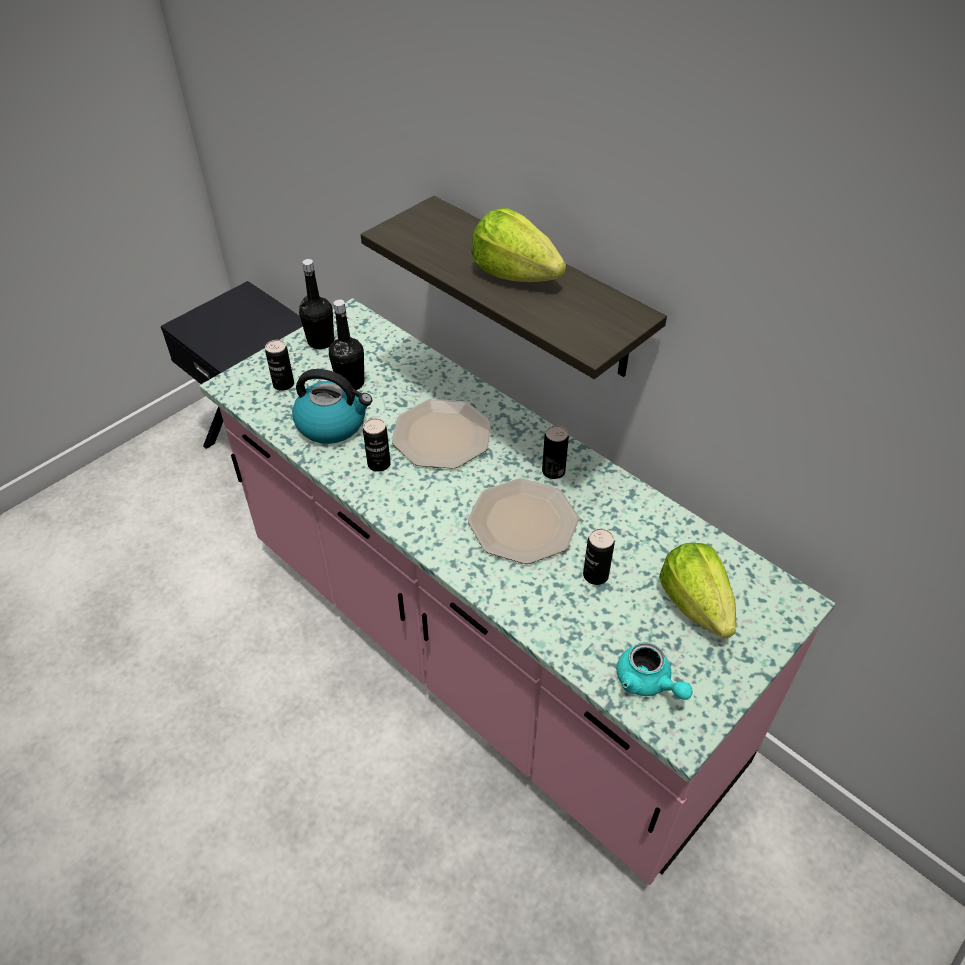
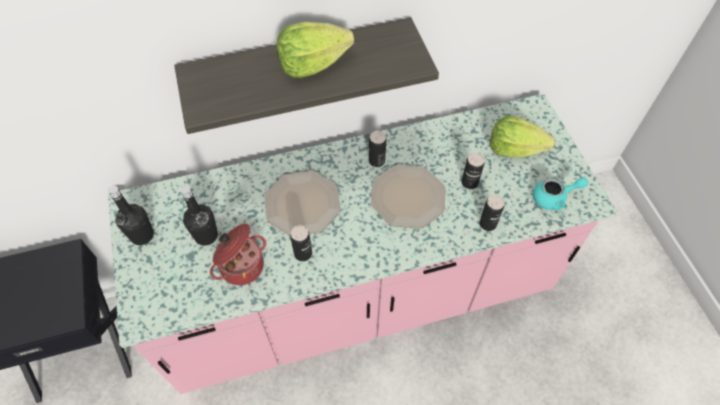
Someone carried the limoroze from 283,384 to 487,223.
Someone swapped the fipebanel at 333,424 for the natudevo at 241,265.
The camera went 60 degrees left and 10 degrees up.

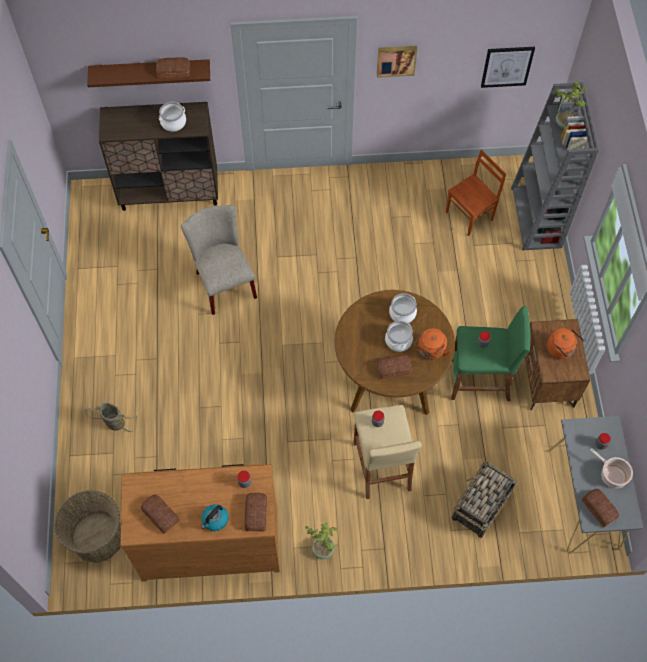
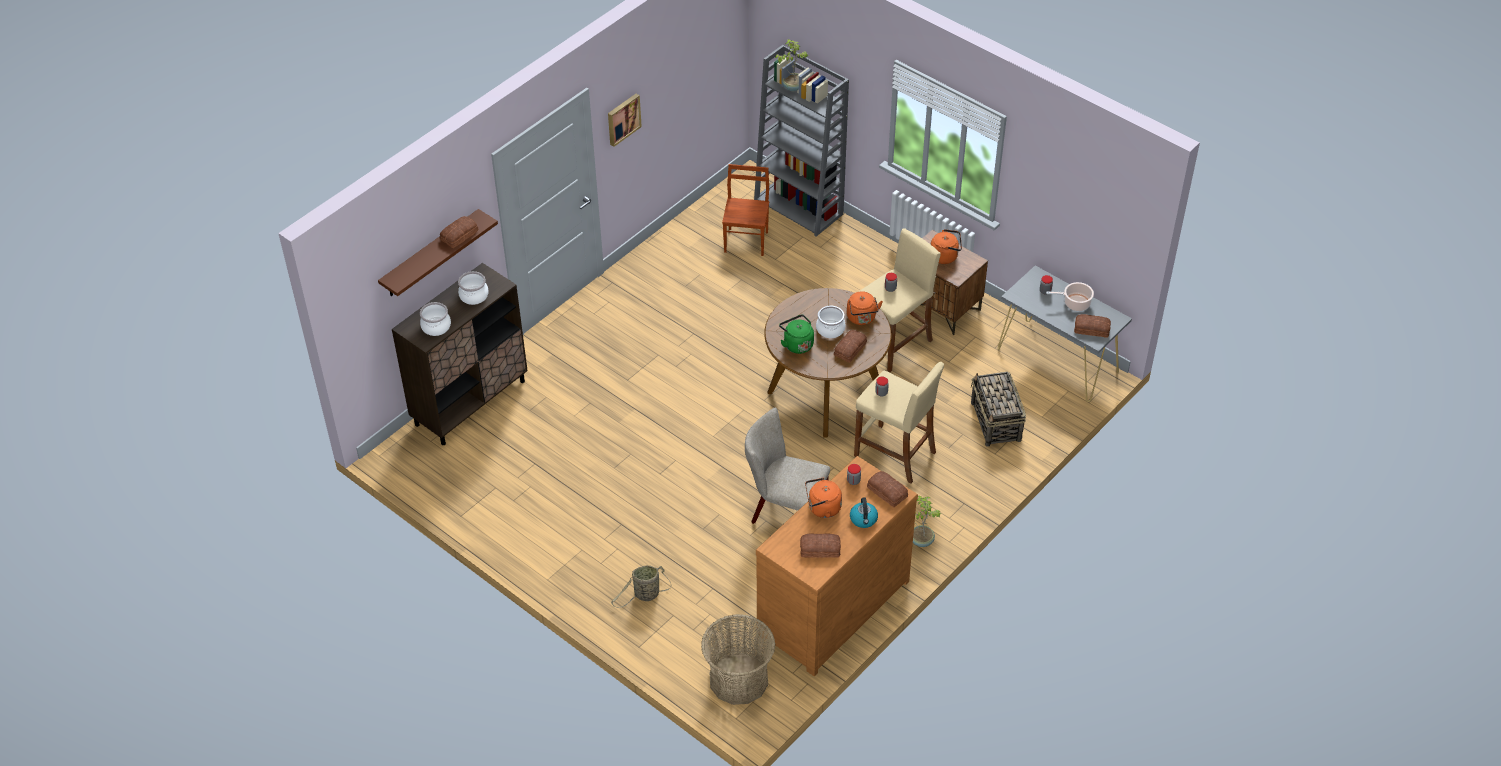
Someone carried the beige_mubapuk from 223,282 to 784,511.
Someone carried the natudevo from 402,313 to 435,326.
Someone repainted the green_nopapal at 480,380, which became the beige_nopapal at 894,344.
Someone took away the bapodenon at 507,66.
Someone put down the green_fipebanel at 797,344.
Someone put down the orange_fipebanel at 822,508.
The camera went 45 degrees left and 15 degrees down.

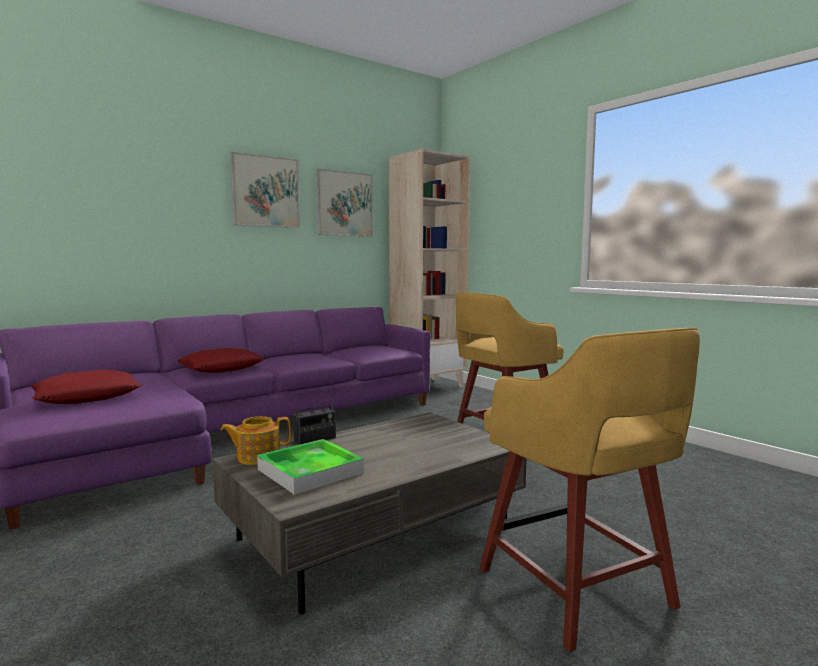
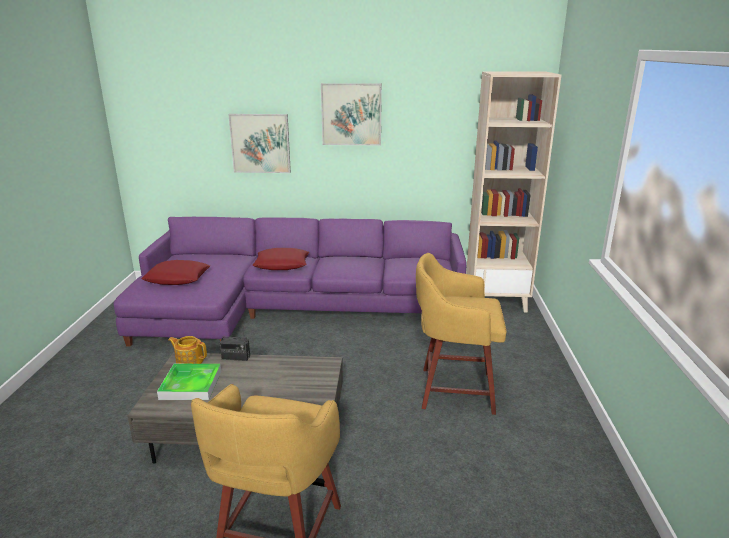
Someone carried the bapodenon from 344,204 to 260,143.
The camera went 40 degrees right and 15 degrees up.

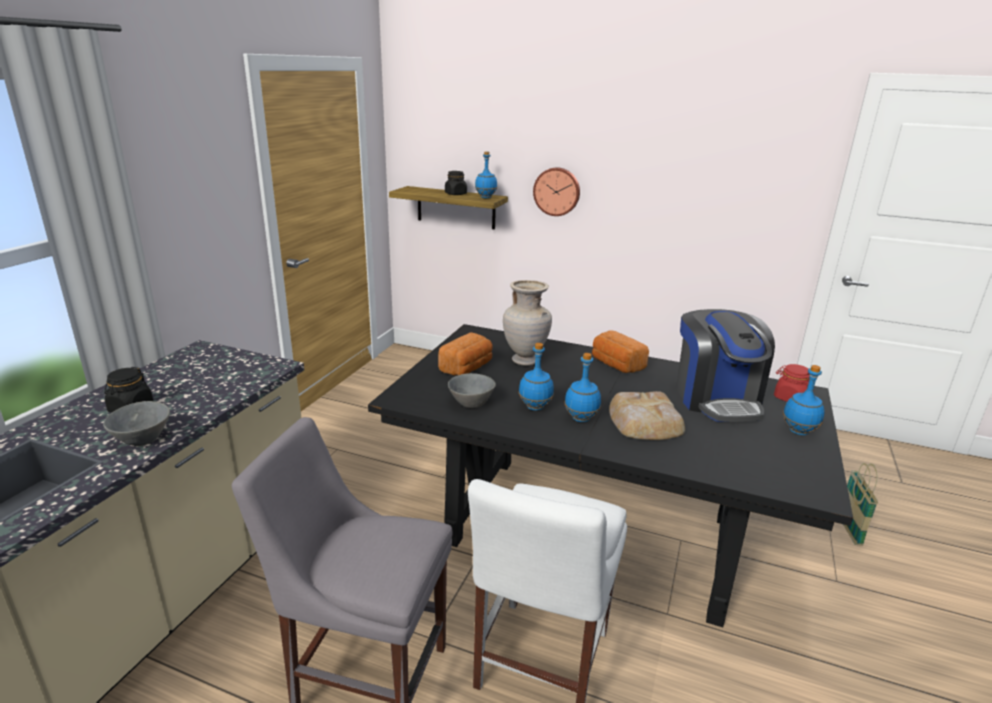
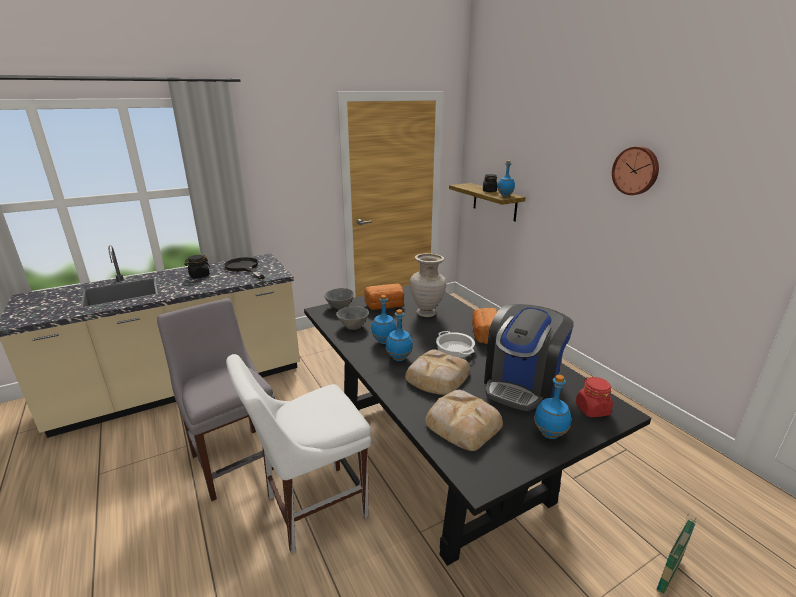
Someone carried the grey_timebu from 140,440 to 339,306.
Someone carried the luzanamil from 557,191 to 636,170.
Someone put down the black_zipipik at 244,268.
Someone put down the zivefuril at 462,423.
Someone put down the natudevo at 454,348.
The camera went 40 degrees right and 0 degrees up.

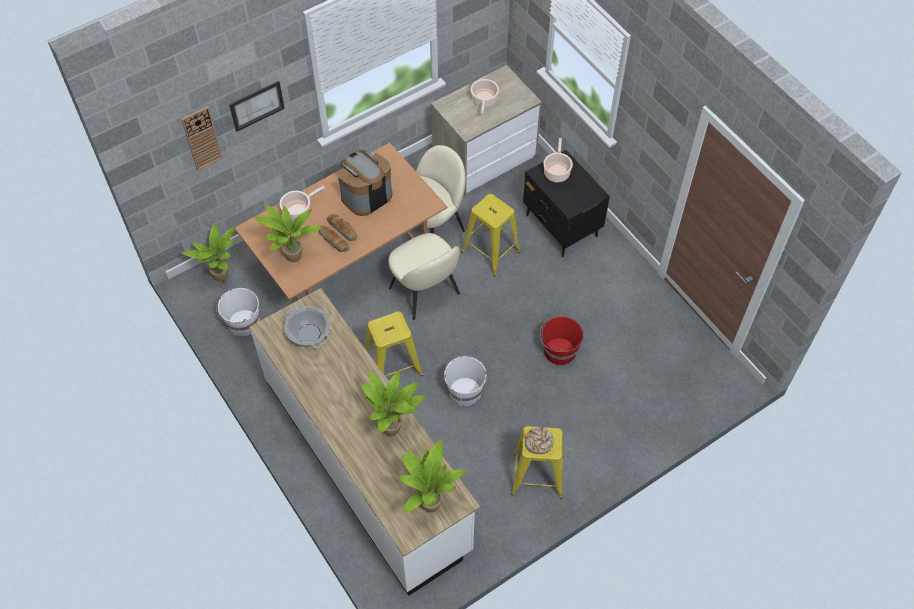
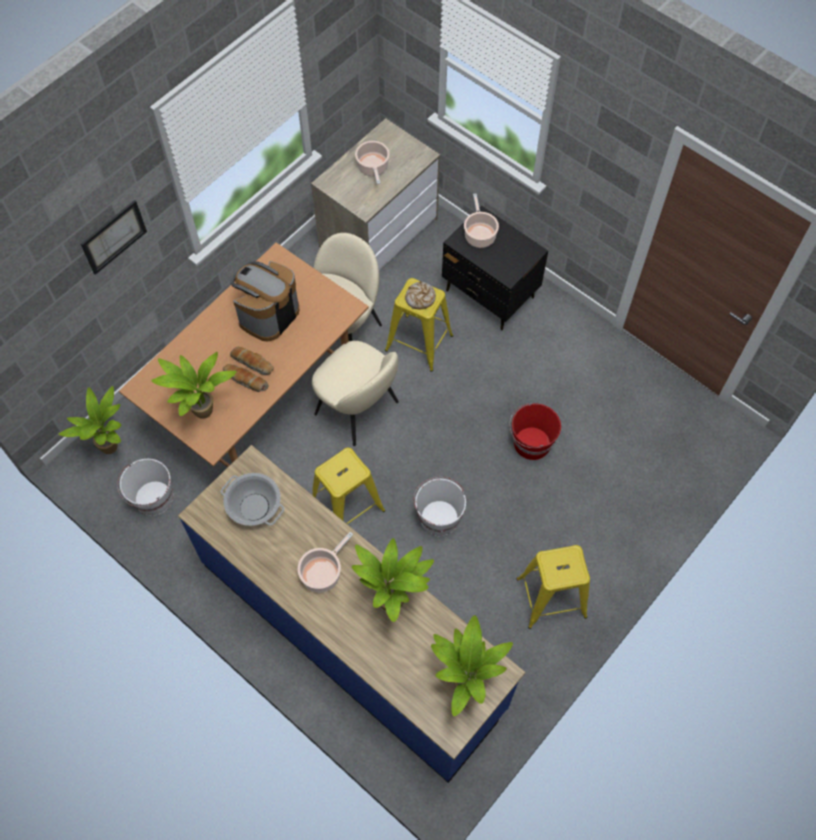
Someone took away the luzanamil at 202,138.
Someone repainted the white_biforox at 367,464, which became the blue_biforox at 352,634.
Someone carried the natudevo from 298,211 to 323,573.
Someone carried the zivefuril from 539,442 to 420,298.
The camera went 15 degrees left and 5 degrees up.

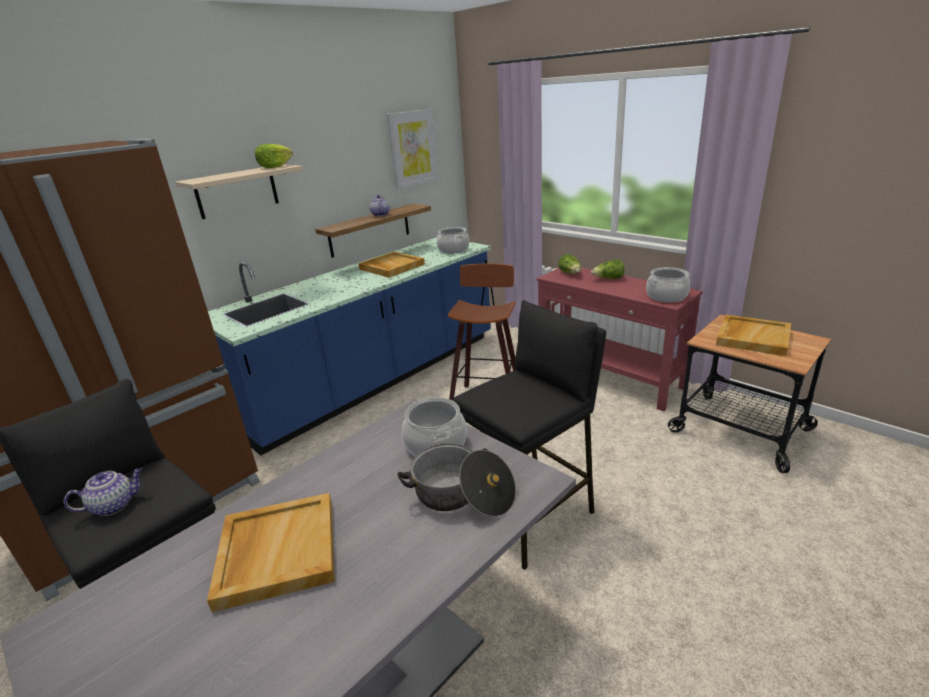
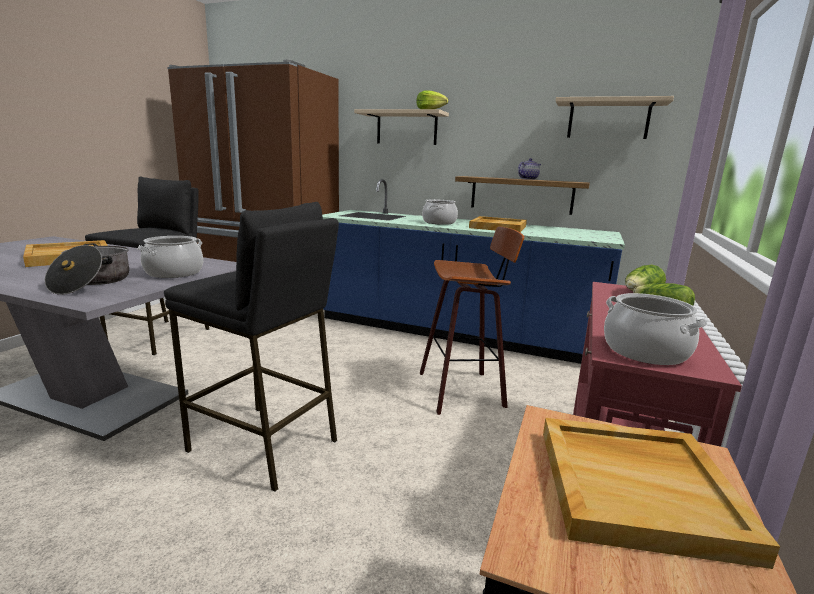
Someone took away the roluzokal at 115,505.
Someone swapped the bapodenon at 413,148 for the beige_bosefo at 608,120.
Someone carried the natudevo from 453,250 to 439,222.
The camera went 65 degrees right and 10 degrees down.

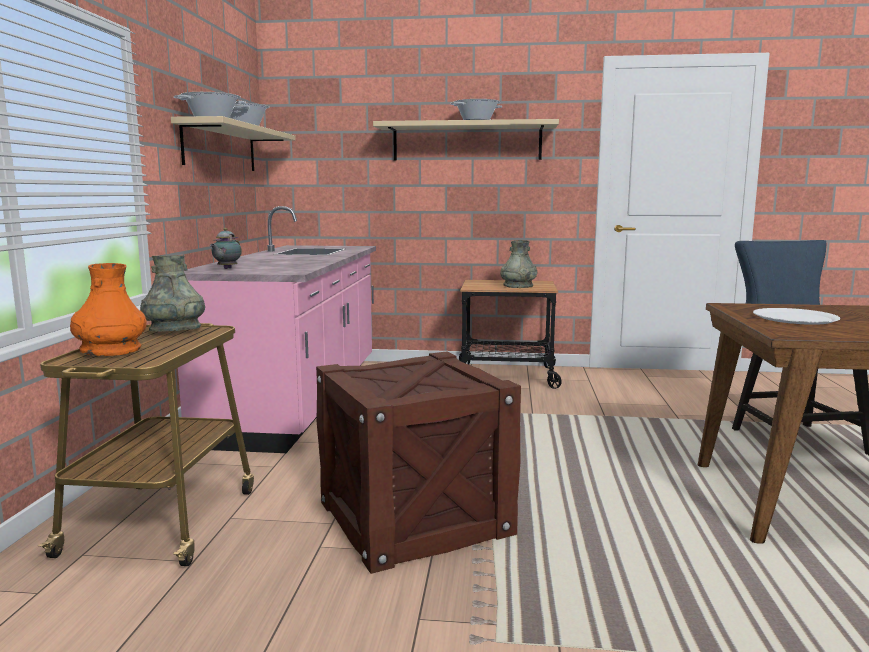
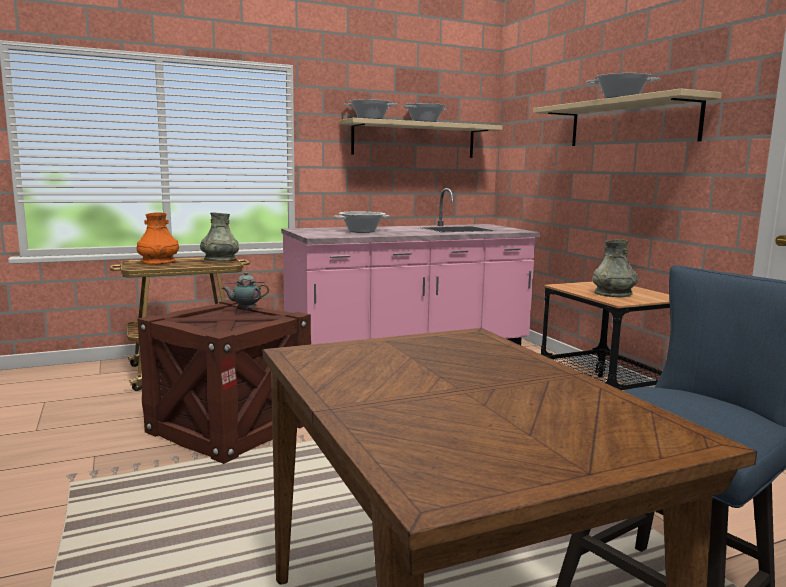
Someone carried the roluzokal from 226,268 to 245,310.
Someone took away the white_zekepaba at 795,318.
Someone put down the natudevo at 361,231.
The camera went 60 degrees right and 0 degrees up.

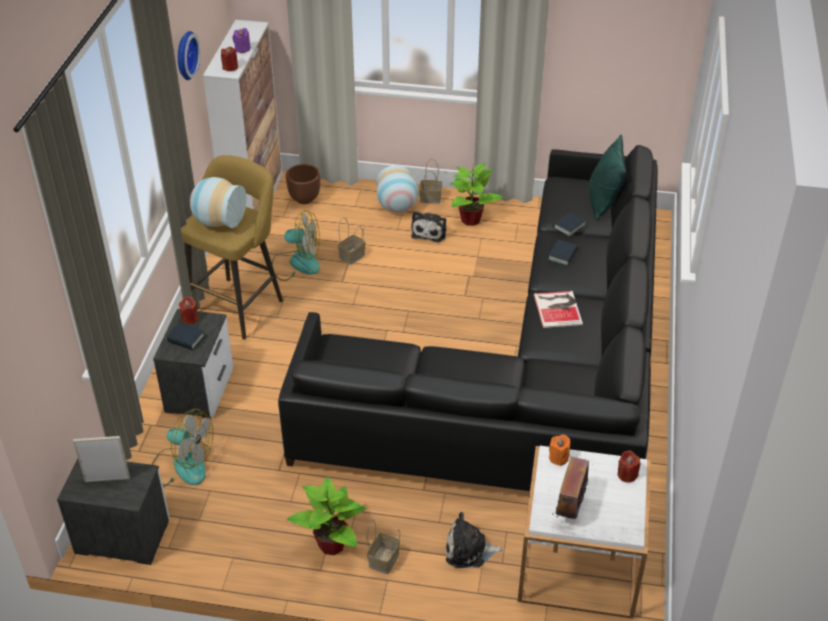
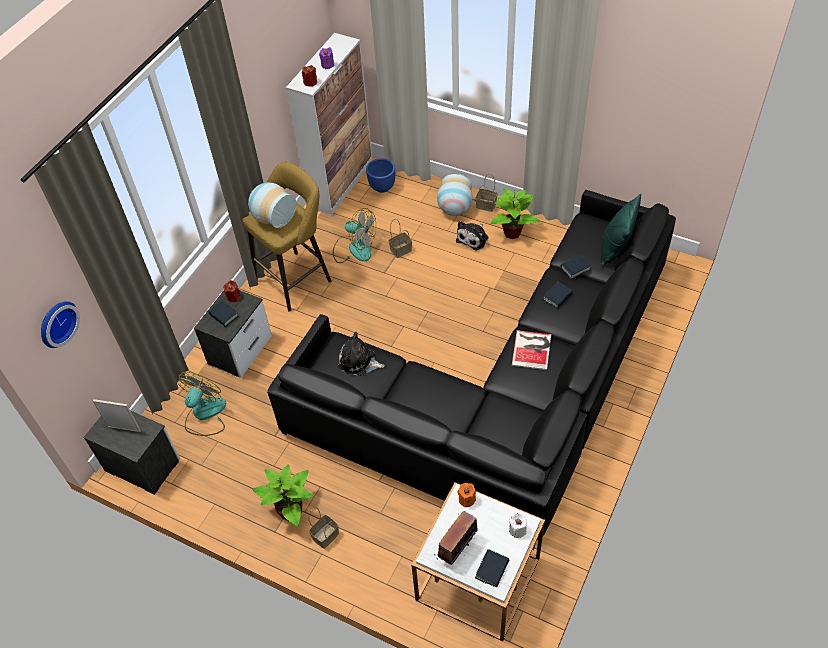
Someone rotated the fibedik at 182,466 by 105 degrees counterclockwise.
Someone carried the luzanamil from 184,55 to 56,323.
Someone repainted the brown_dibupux at 304,198, which became the blue_dibupux at 382,187.
Someone carried the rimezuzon from 469,550 to 359,362.
Someone repainted the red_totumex at 627,475, which became the white_totumex at 517,530.
Someone put down the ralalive at 492,569.
The camera went 20 degrees right and 10 degrees up.

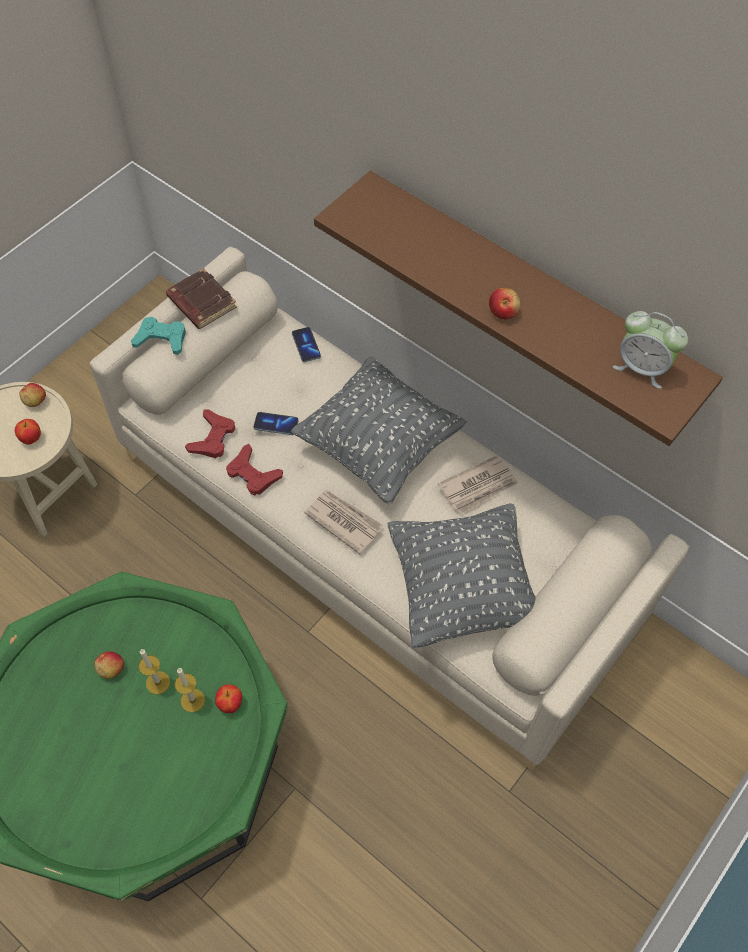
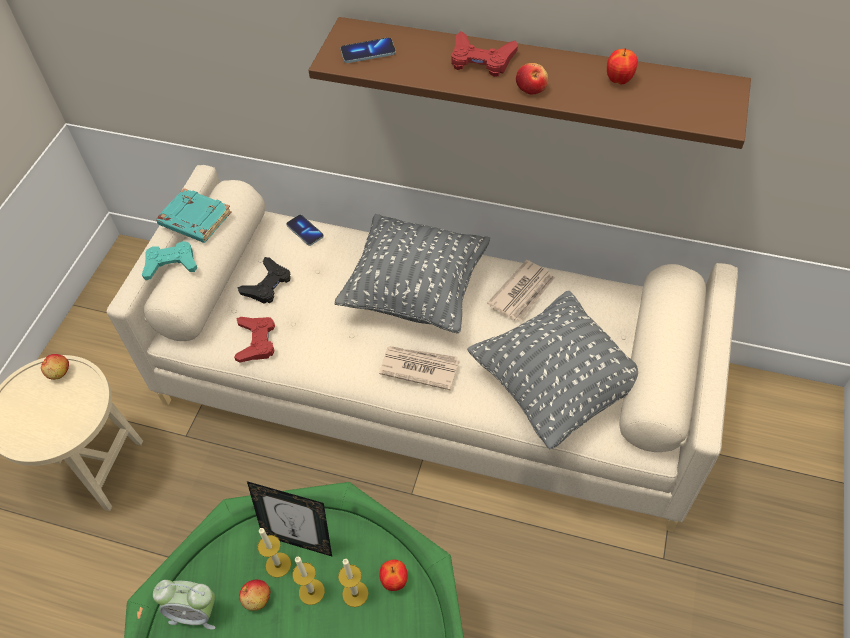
Someone carried the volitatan from 31,439 to 619,80.
Someone repainted the brown_ralalive at 200,303, which became the turquoise_ralalive at 194,220.
Someone carried the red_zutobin from 253,474 to 481,60.
Someone carried the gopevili from 276,424 to 368,52.
Someone carried the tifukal from 642,367 to 195,612.
Someone put down the black_zutobin at 267,285.
Someone put down the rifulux at 299,540.
Someone put down the totumex at 278,565.
The camera went 20 degrees left and 5 degrees down.

